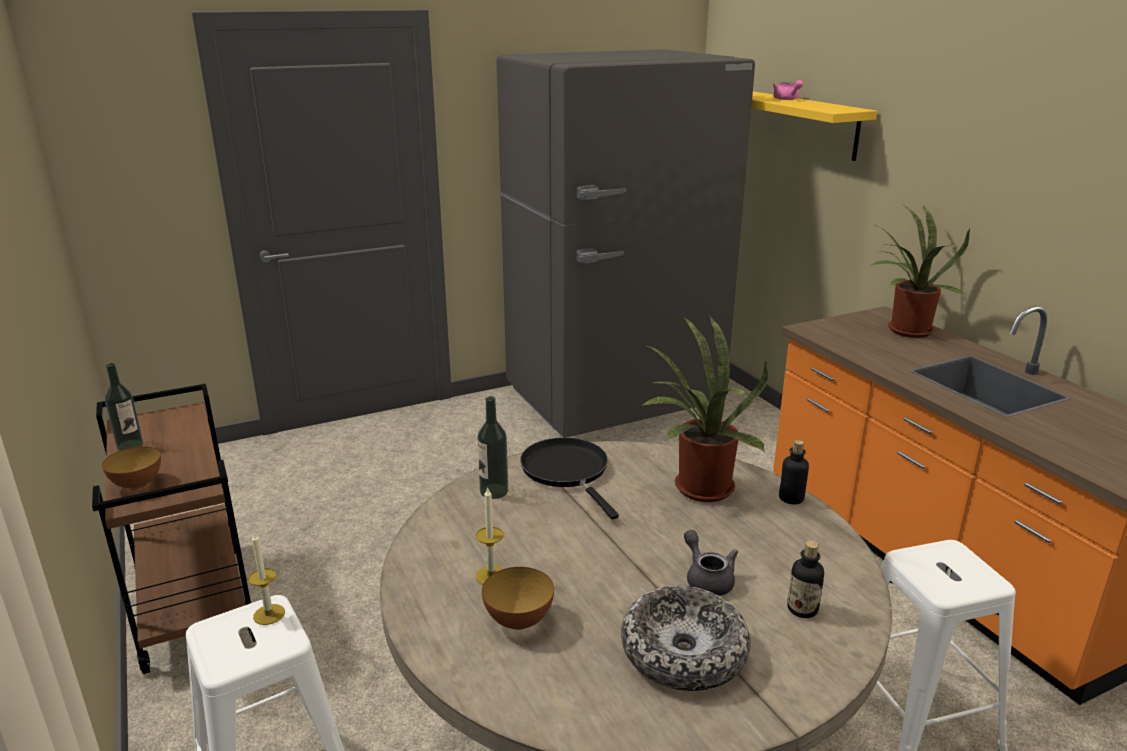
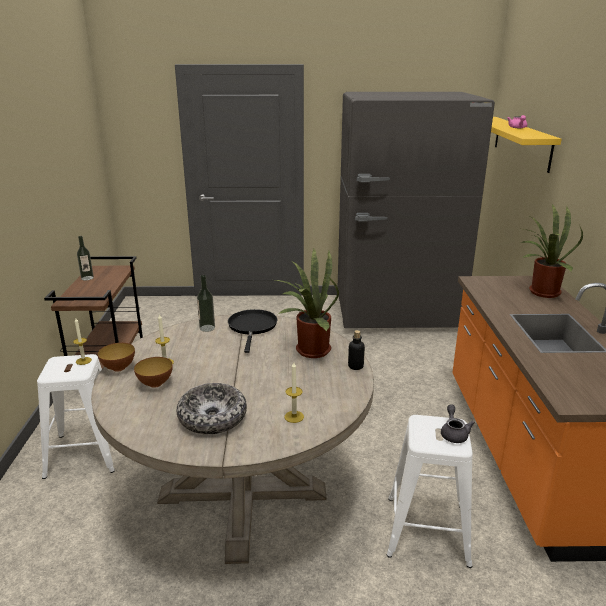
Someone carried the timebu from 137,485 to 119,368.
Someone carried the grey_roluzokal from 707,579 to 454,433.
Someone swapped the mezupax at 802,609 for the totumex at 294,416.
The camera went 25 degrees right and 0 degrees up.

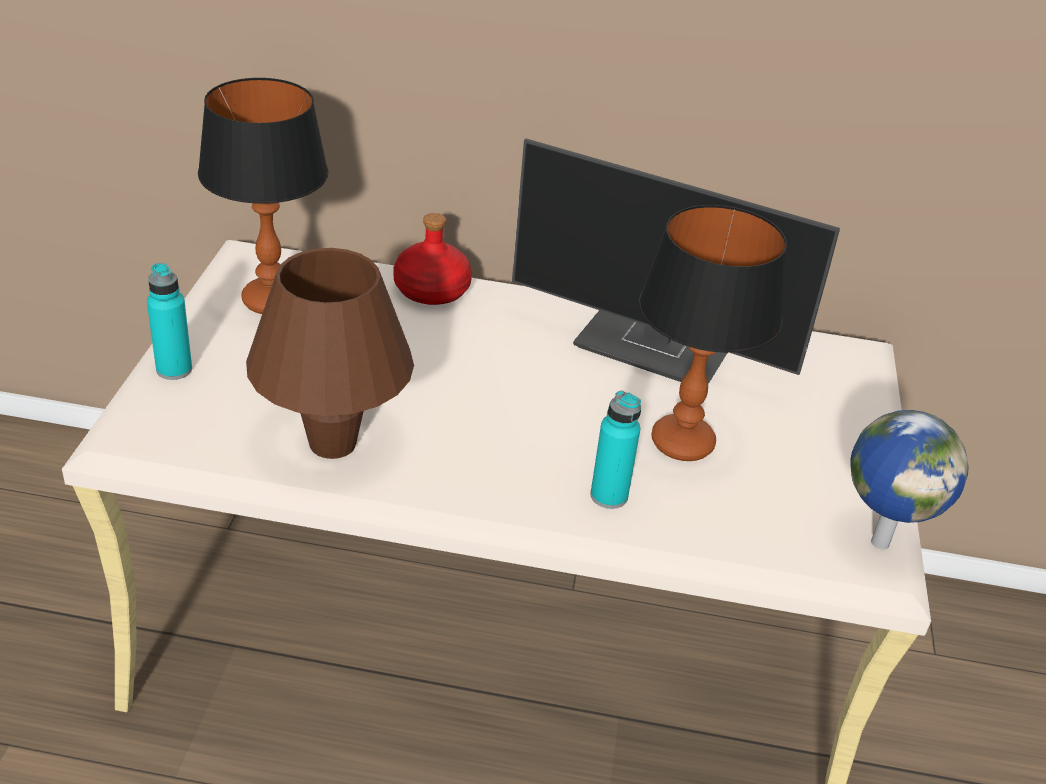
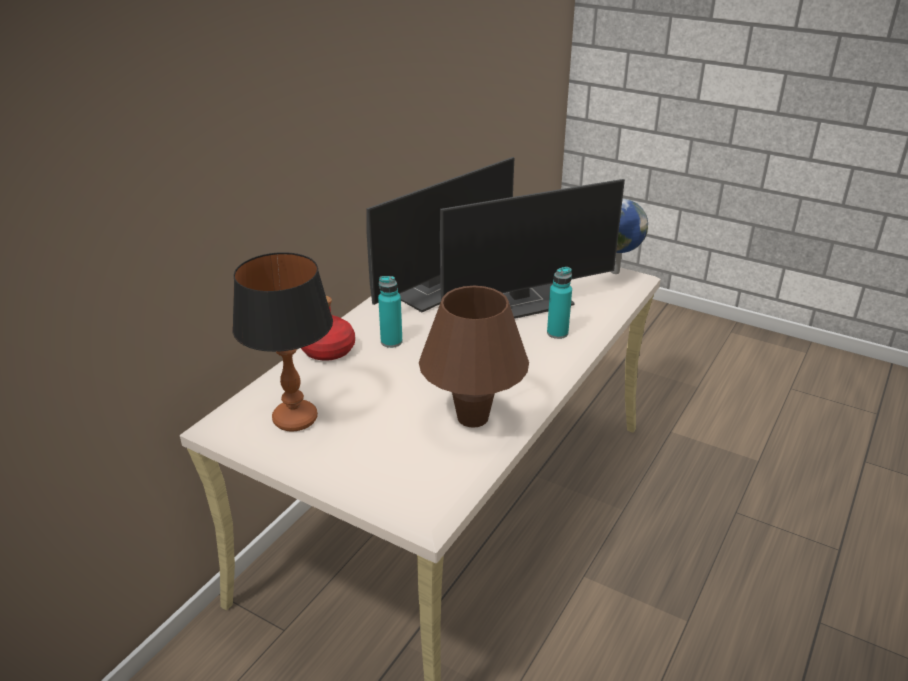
Someone carried the turquoise_mezupax from 174,369 to 391,342.
Someone swapped the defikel at 683,443 for the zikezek at 524,301.
The camera went 65 degrees left and 5 degrees down.

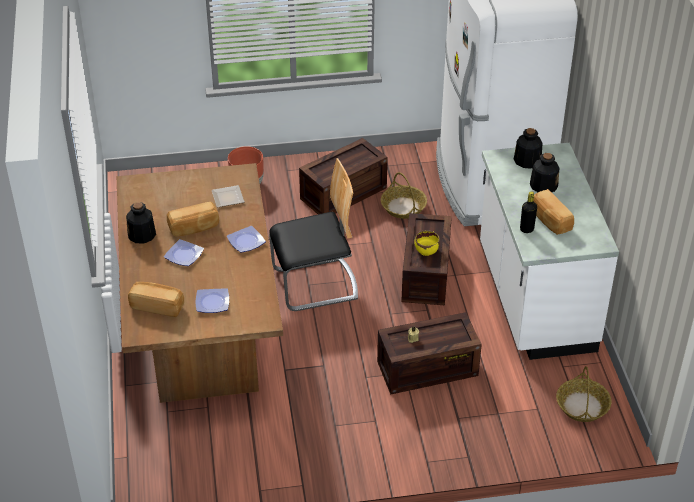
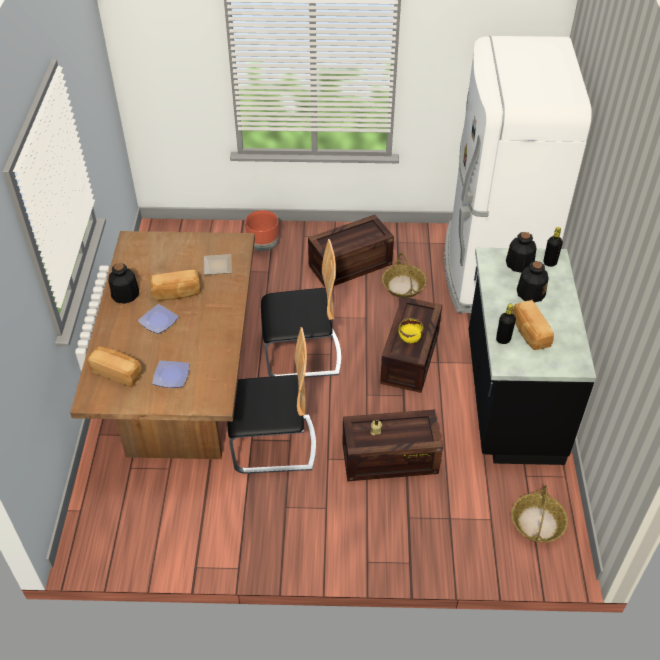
Someone took away the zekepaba at 247,241.
Someone repainted the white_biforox at 534,299, which became the black_biforox at 510,398.
Someone put down the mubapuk at 274,444.
Someone put down the black_mezupax at 550,263.
The camera went 10 degrees right and 5 degrees up.

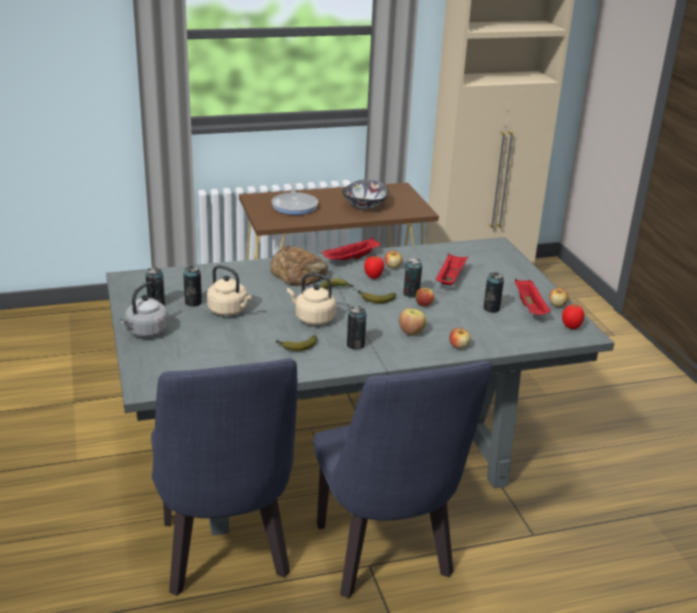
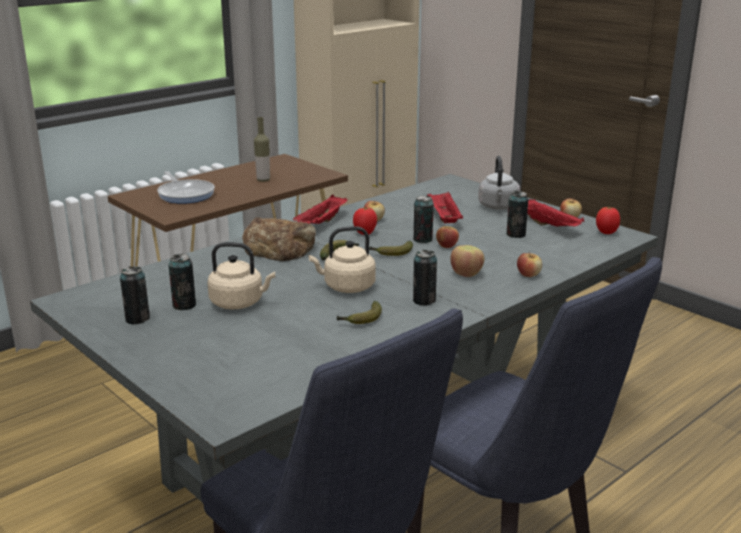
Someone carried the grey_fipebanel from 145,332 to 498,207.
Someone swapped the timebu at 365,205 for the mezupax at 263,180.
The camera went 25 degrees left and 5 degrees down.

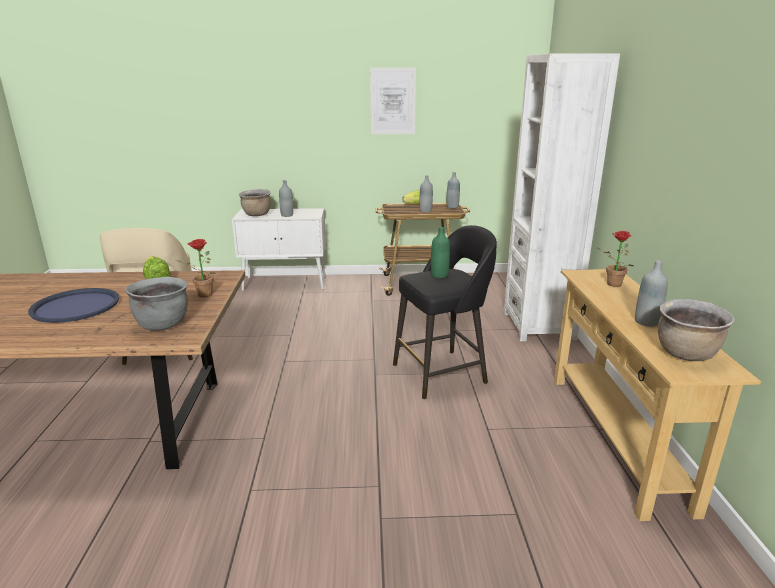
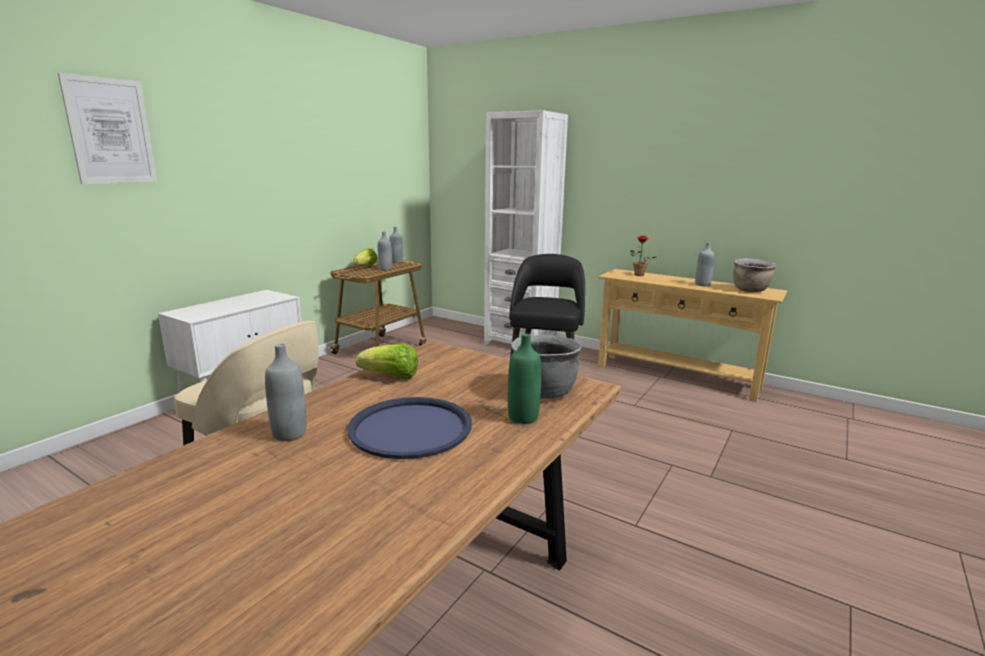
Someone took away the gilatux at 202,295.
Someone took away the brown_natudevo at 257,215.
Someone carried the grey_mezupax from 287,215 to 289,433.
Someone carried the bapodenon from 392,101 to 111,131.
Someone carried the green_mezupax from 439,275 to 523,417.
The camera went 55 degrees left and 5 degrees down.

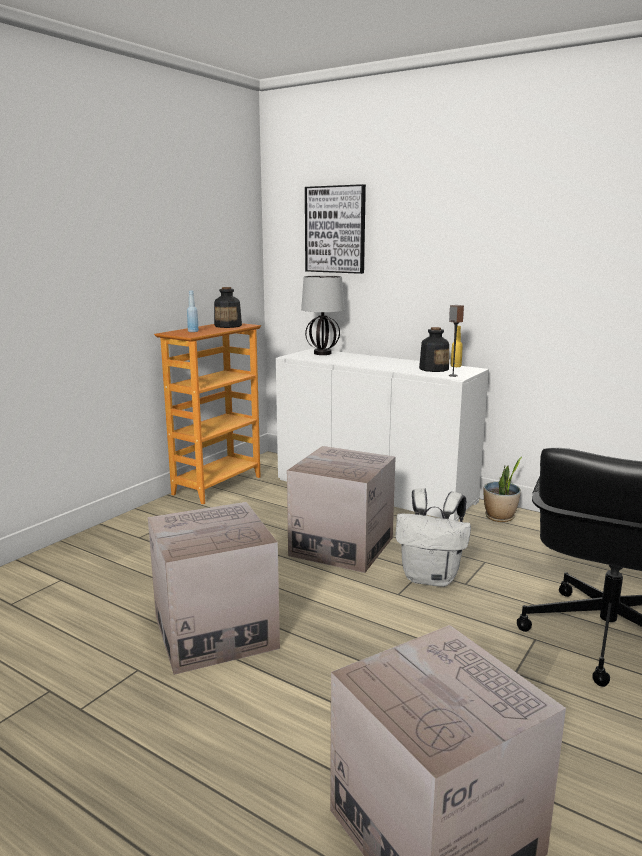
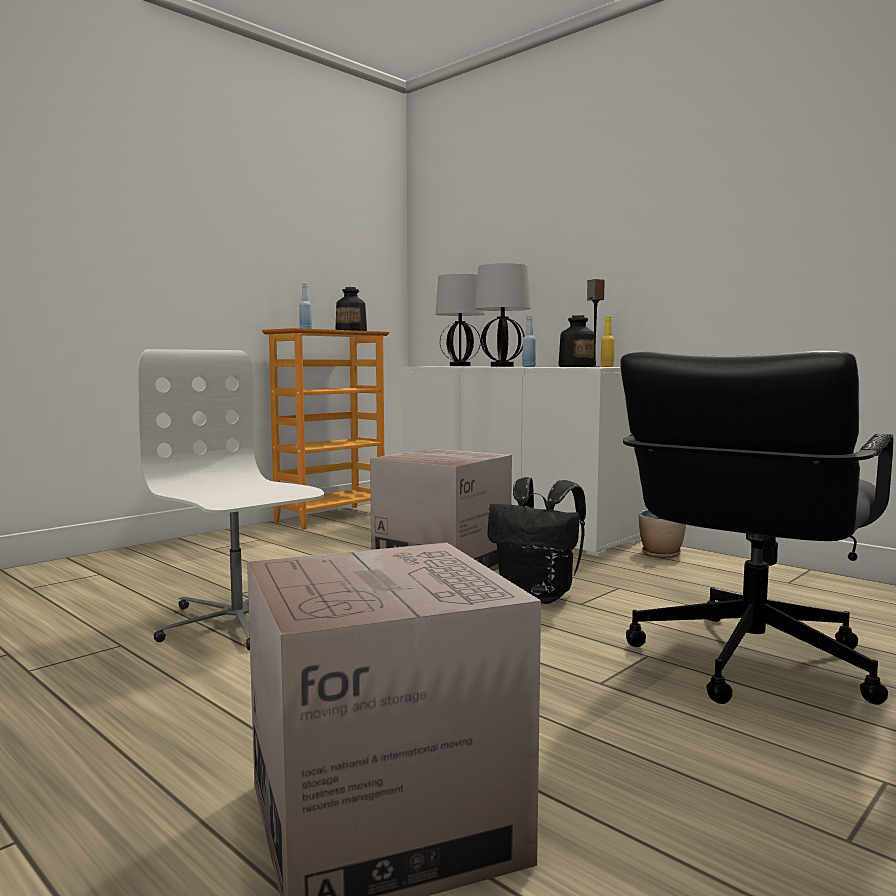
Someone swapped the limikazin at 215,632 for the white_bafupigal at 236,622.
Someone took away the bapodenon at 335,229.
Someone repainted the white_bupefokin at 431,578, which became the black_bupefokin at 538,596.
Someone put down the defikel at 501,366.
Someone put down the blue_mezupax at 528,366.
The camera went 10 degrees right and 10 degrees down.

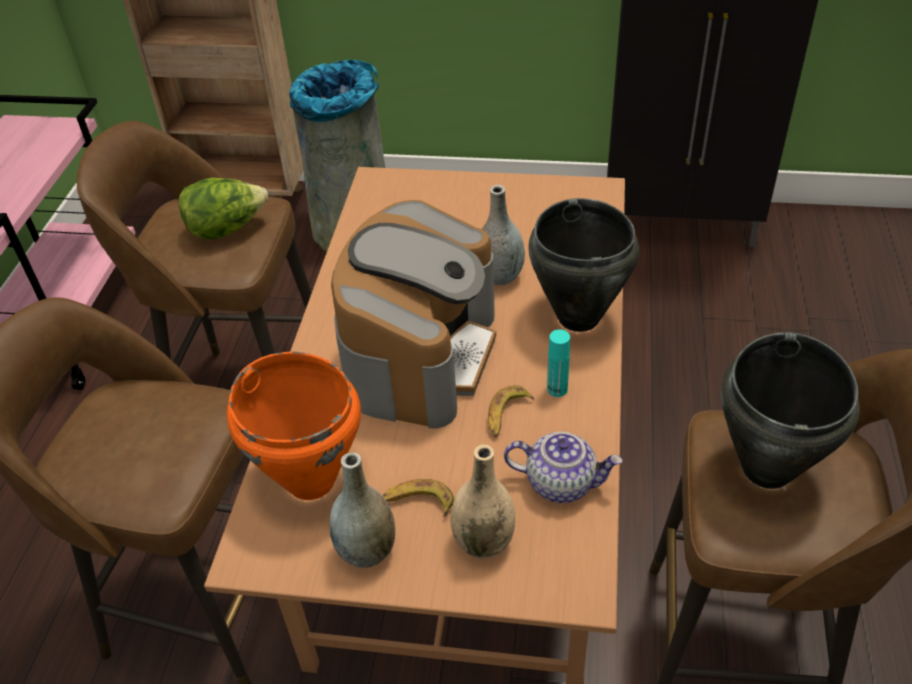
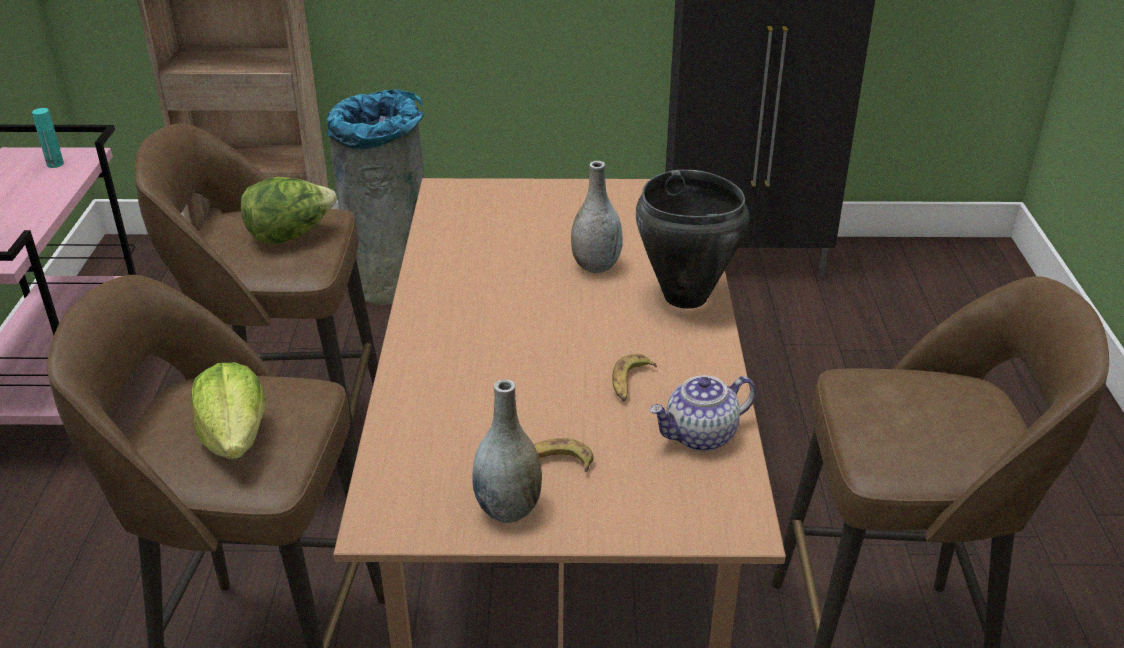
Someone took away the orange_natudevo at 311,479.
Someone took away the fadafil at 420,354.
Someone took away the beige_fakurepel at 483,542.
Someone rotated the roluzokal at 561,482 by 150 degrees clockwise.
Someone carried the turquoise_mezupax from 557,389 to 55,164.
Someone took away the black_natudevo at 768,468.
Someone put down the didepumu at 235,438.
The camera went 10 degrees left and 10 degrees down.

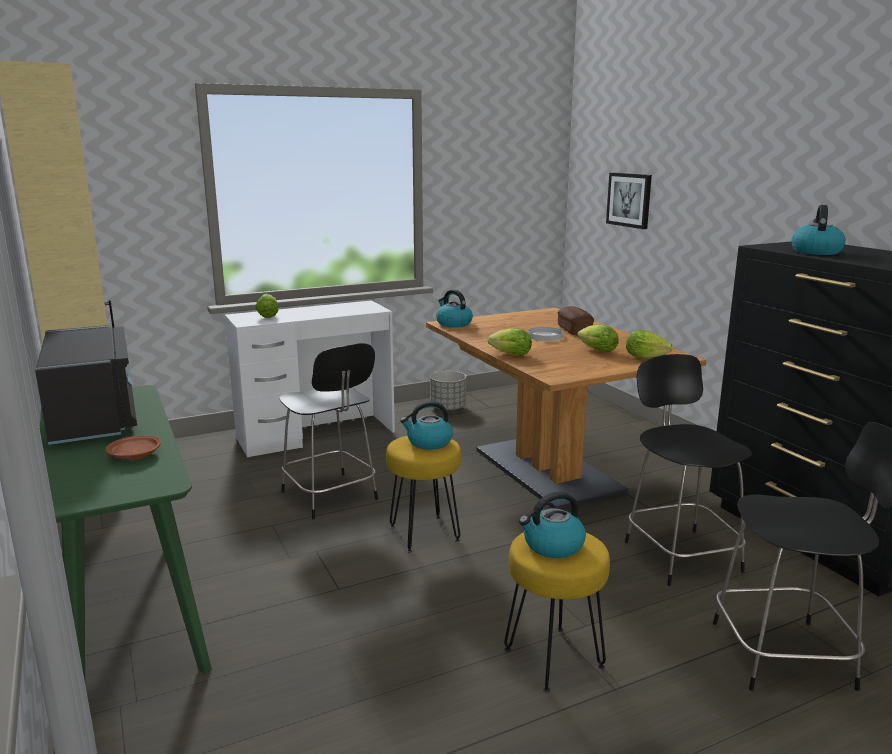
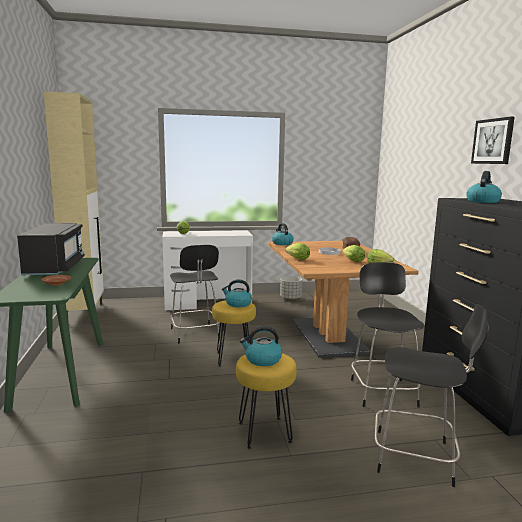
Someone carried the bapodenon from 629,200 to 493,141.
The camera went 15 degrees right and 5 degrees down.

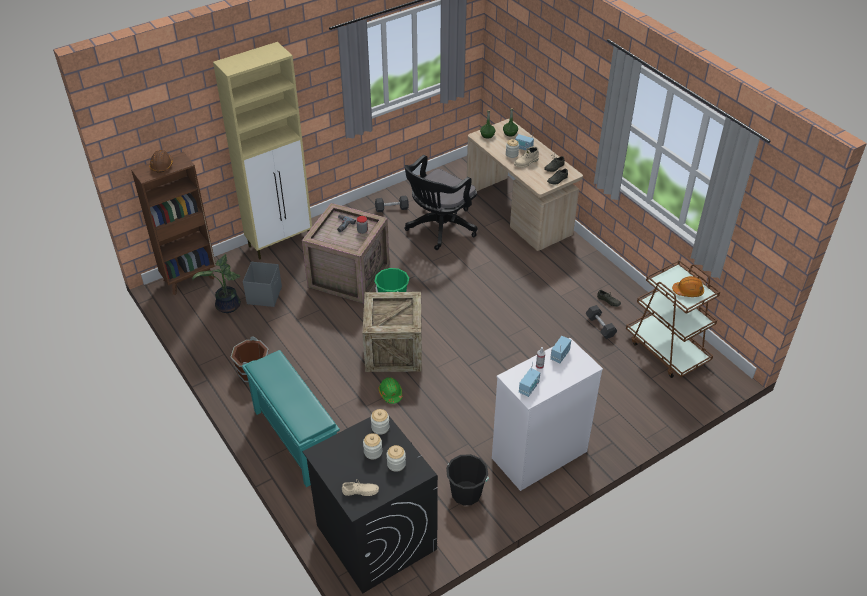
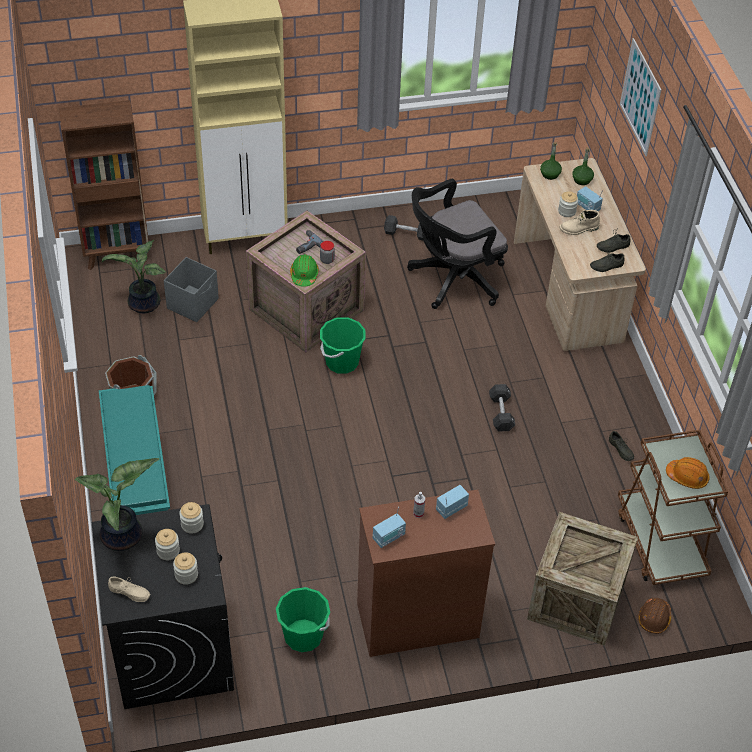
Someone carried the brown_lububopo from 162,165 to 654,618.
Someone carried the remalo from 394,351 to 576,600.
Someone carried the green_lububopo from 390,393 to 304,275.
Someone repainted the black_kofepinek at 466,493, which became the green_kofepinek at 303,636.
Someone repainted the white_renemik at 538,455, which became the brown_renemik at 416,621.
Someone carried the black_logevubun from 600,326 to 501,413.
Someone put down the gilatux at 124,537.
Someone put up the bapodenon at 640,97.
The camera went 20 degrees right and 5 degrees up.

